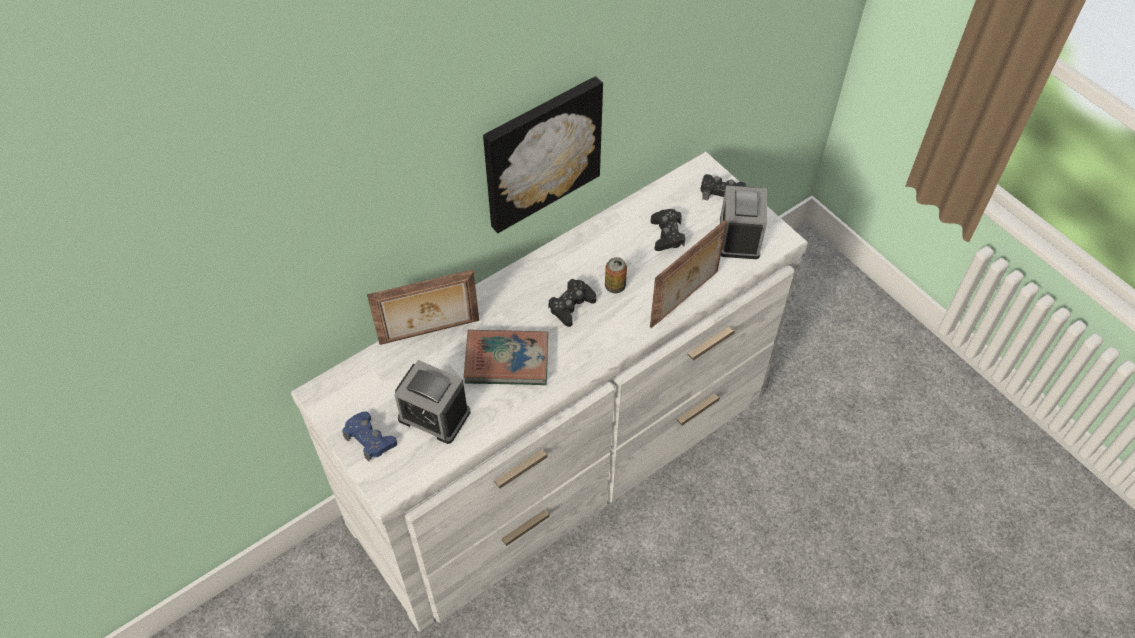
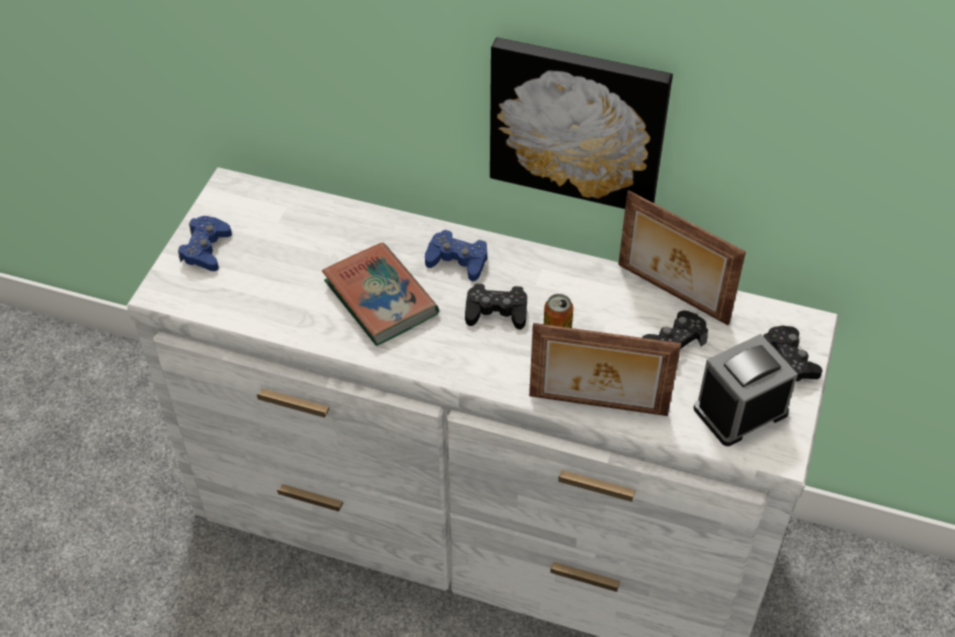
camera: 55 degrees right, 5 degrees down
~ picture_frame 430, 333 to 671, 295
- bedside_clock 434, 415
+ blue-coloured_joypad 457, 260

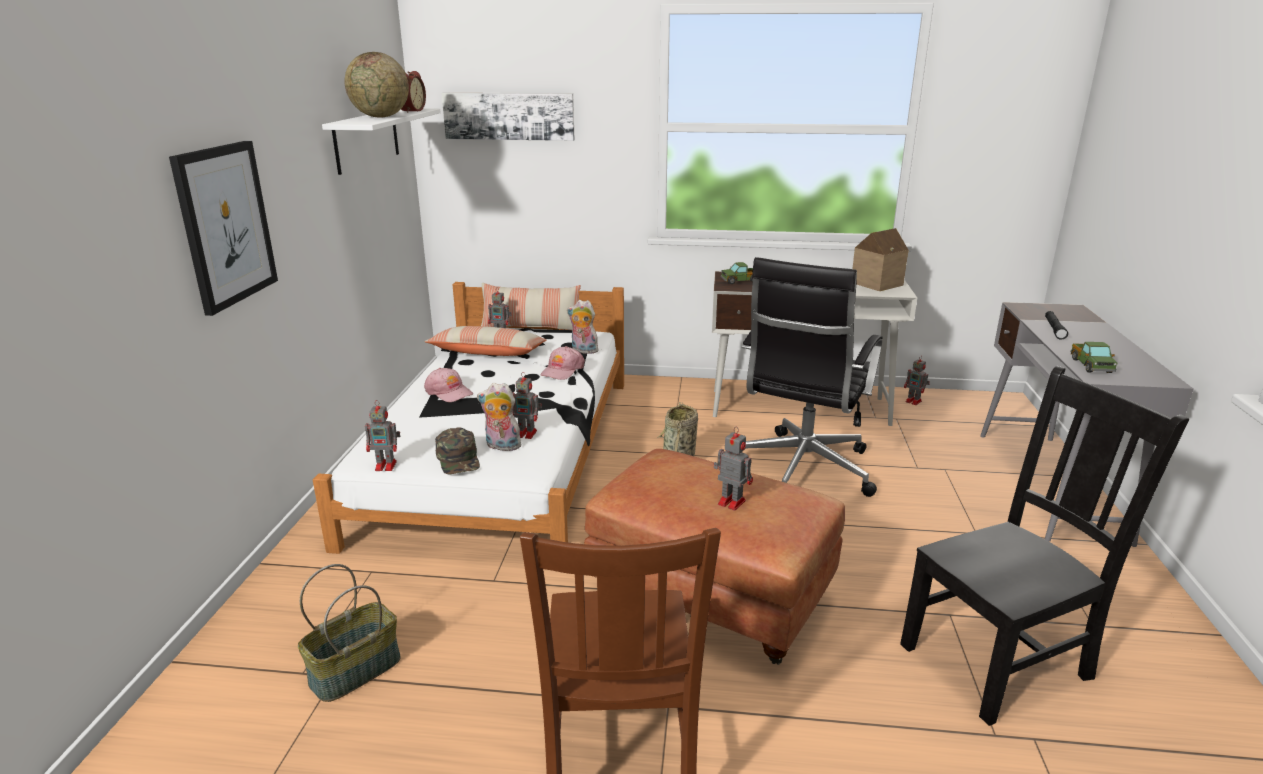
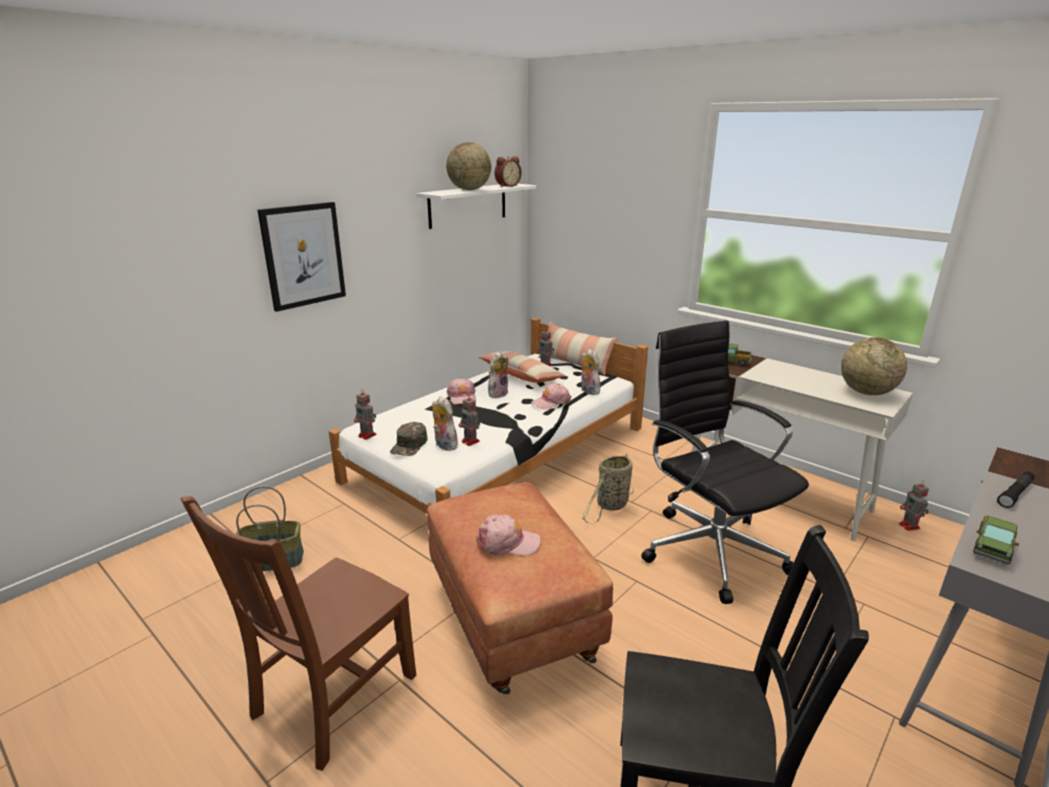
camera: 35 degrees right, 0 degrees up
- wall_art 509, 116
~ model_house 874, 283 to desk_globe 866, 392
~ black_desk_chair 801, 470 = 710, 549 90 degrees clockwise
~ robot_figure 730, 502 to pinkish_baseball_cap 508, 542
+ soft_toy 497, 393

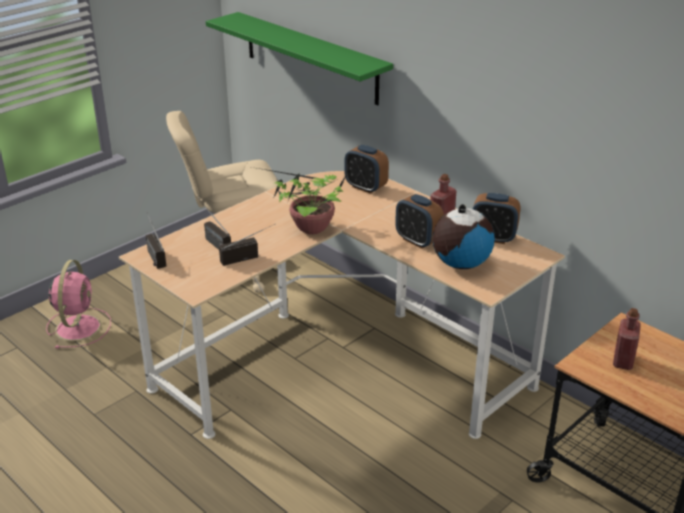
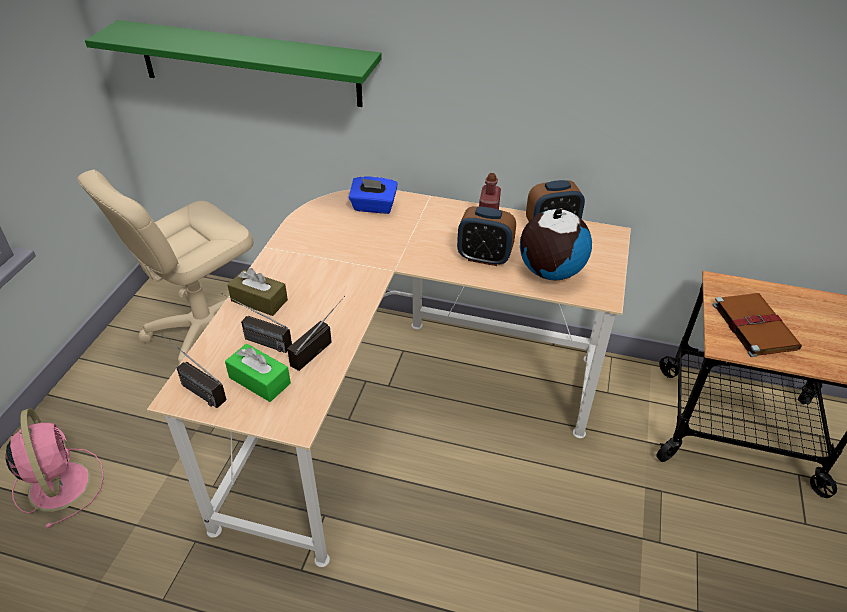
camera: 30 degrees left, 10 degrees up
~ bedside_clock 365, 187 to blue-coloured_tissue_holder 373, 207
- plant_in_a_pot 309, 228
~ red_beverage_bottle 623, 361 to brown-coloured_volume 753, 325
+ brown-coloured_tissue_holder 259, 300
+ greenish_tissue_holder 259, 380

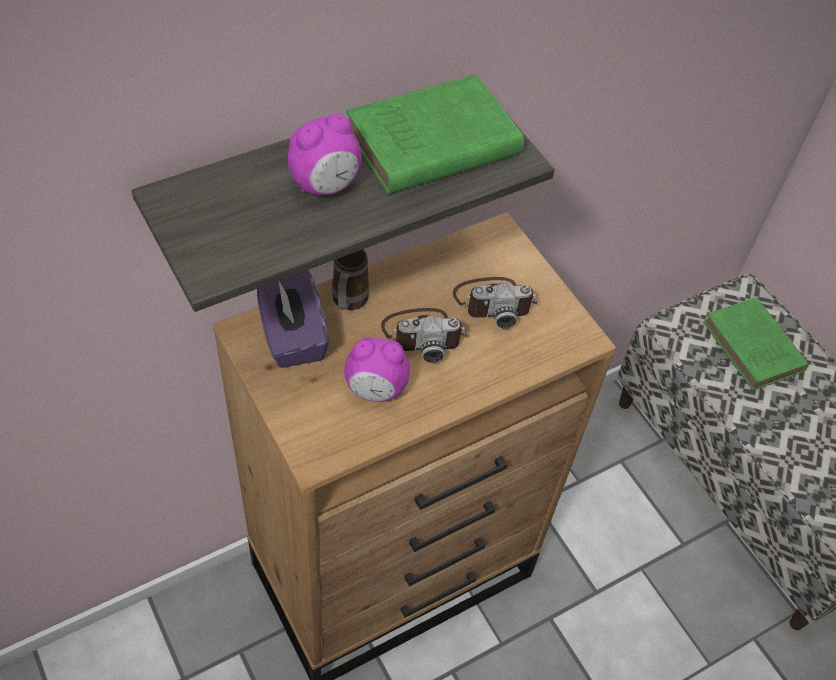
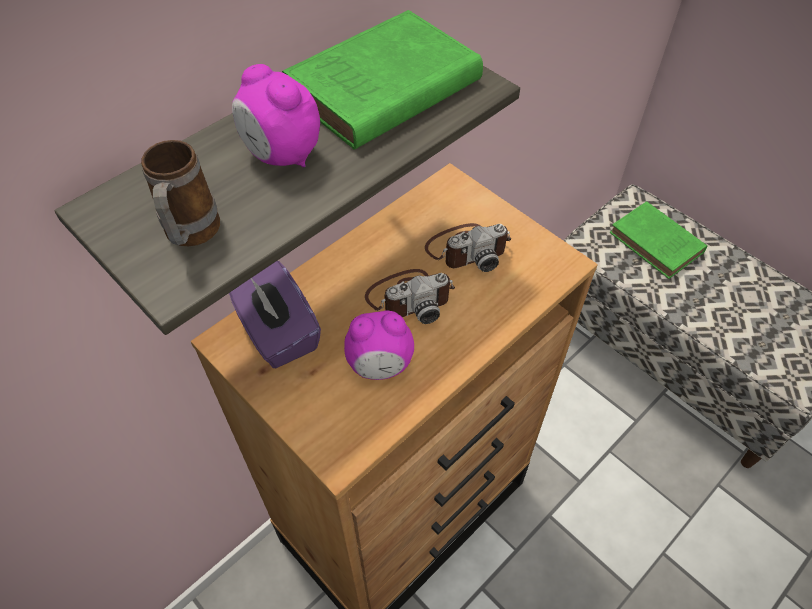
camera: 10 degrees left, 0 degrees up
~ bedside_clock 325, 185 = 282, 155 90 degrees clockwise
~ tea_mug 348, 303 to 191, 236

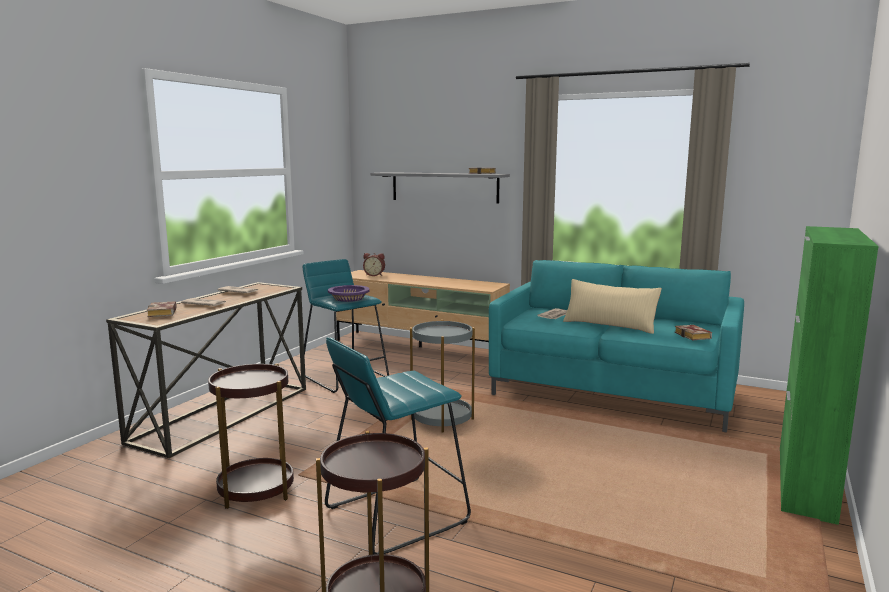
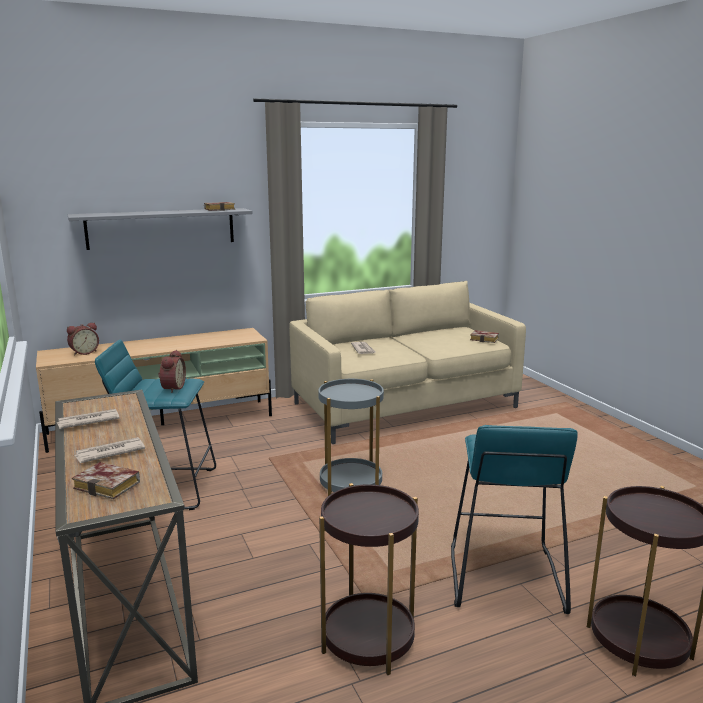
camera: 50 degrees left, 5 degrees up
- greenish_cabinet 805, 483
~ turquoise_sofa 612, 394 to beige-coloured_sofa 404, 407
- beige-coloured_throw_pillow 609, 325
~ purple_deep_dish 348, 298 to bedside_clock 172, 388

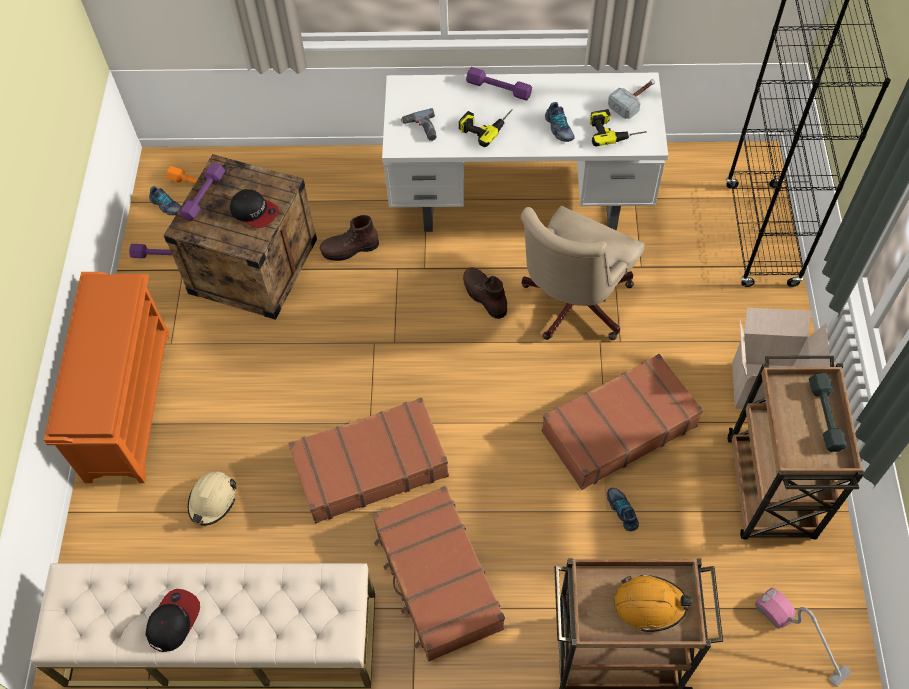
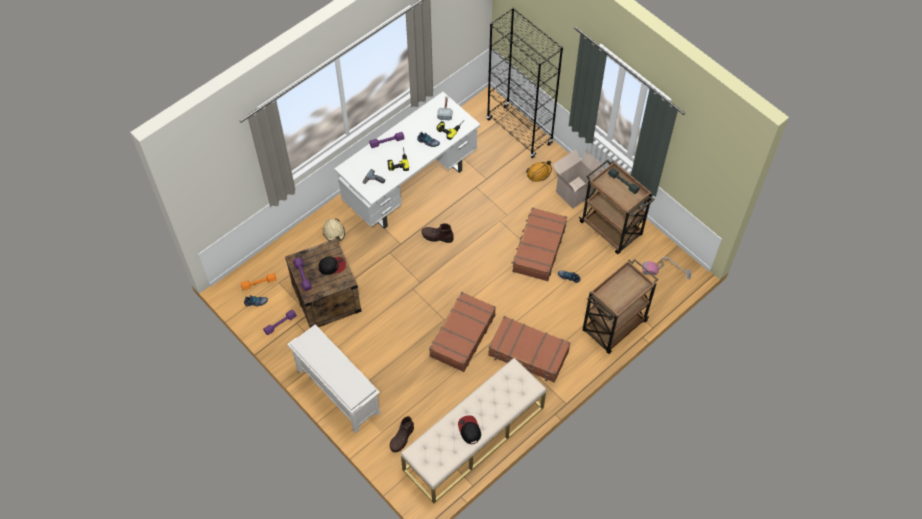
camera: 45 degrees left, 0 degrees up
- beige-coloured_desk_chair 572, 305
~ brown-coloured_high-top_boot 350, 249 to 402, 438
~ orangey_shoe_shelf 127, 403 to white_shoe_shelf 337, 391
~ beige-coloured_hard_hat 212, 500 to 334, 232
~ orangey_hard_hat 649, 604 to 539, 173

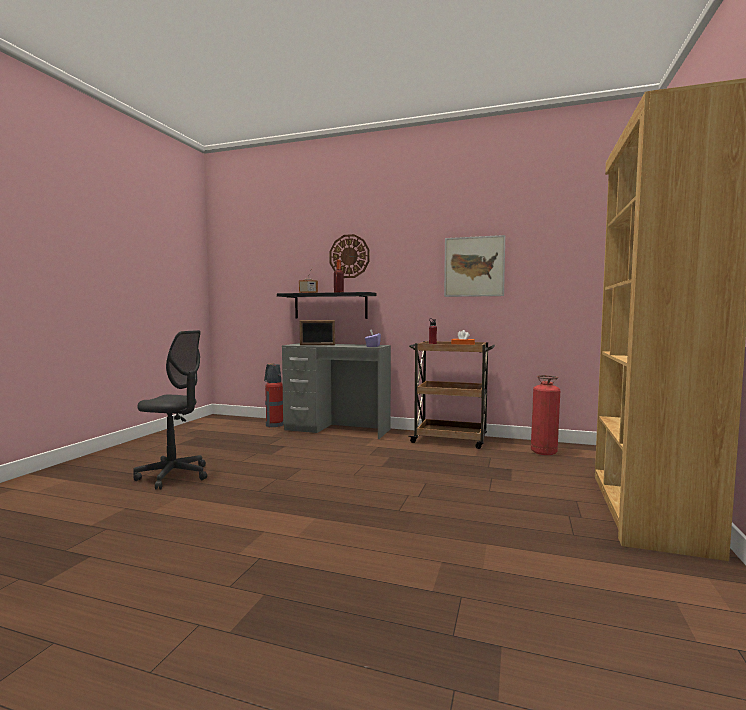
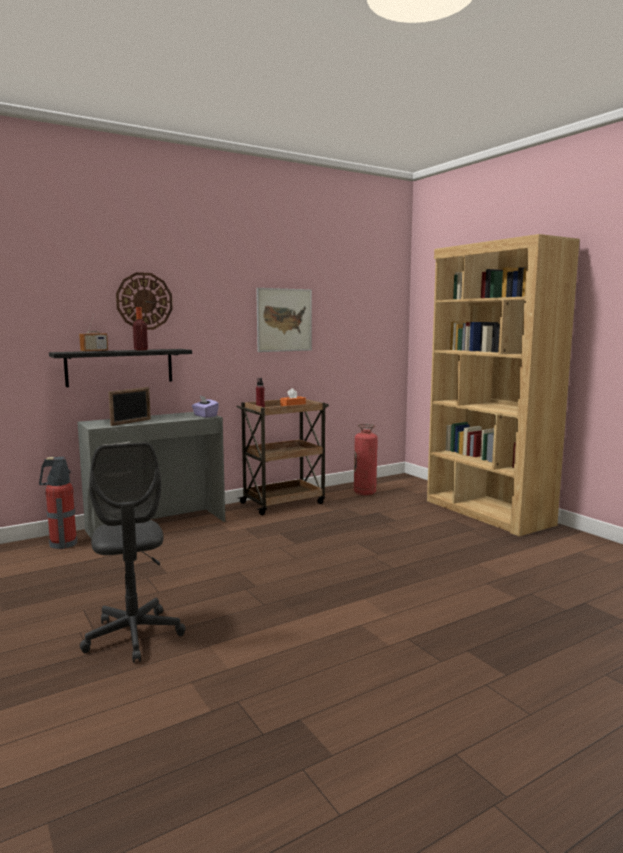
camera: 50 degrees left, 5 degrees up
~ grey_desk_chair 174, 476 = 133, 636 105 degrees clockwise

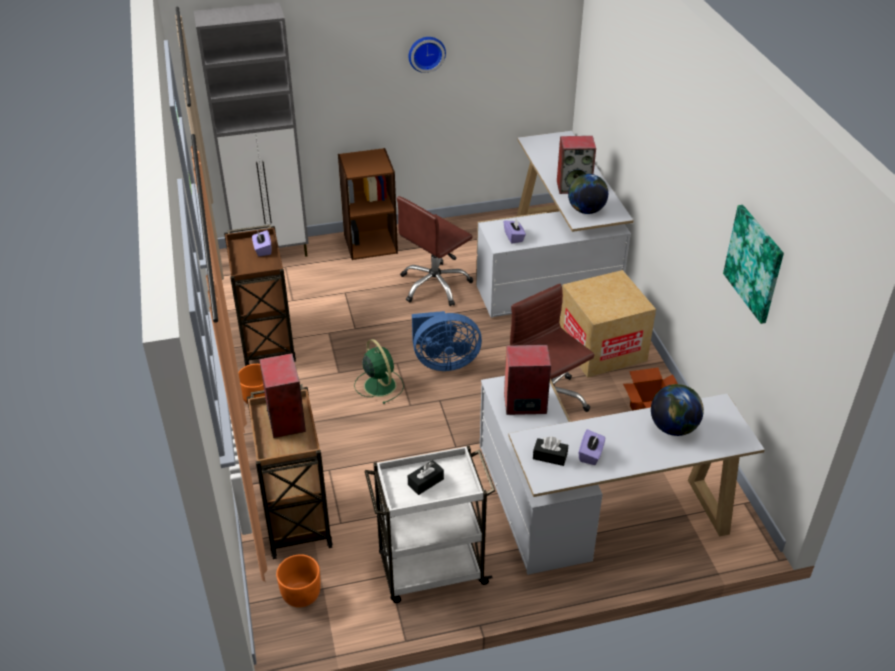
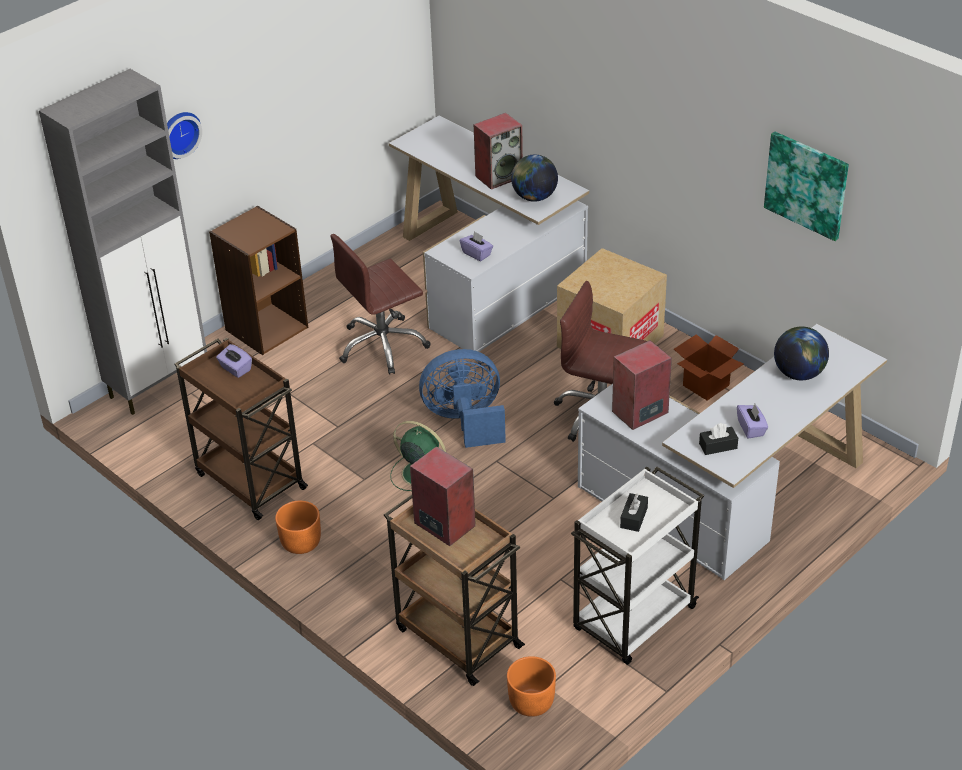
camera: 30 degrees left, 0 degrees up
~ hanging_clock 426, 53 to 178, 134
~ brown-coloured_desk_chair 435, 285 = 382, 346 45 degrees clockwise
~ blue-coloured_fan 443, 362 = 465, 421 150 degrees counterclockwise

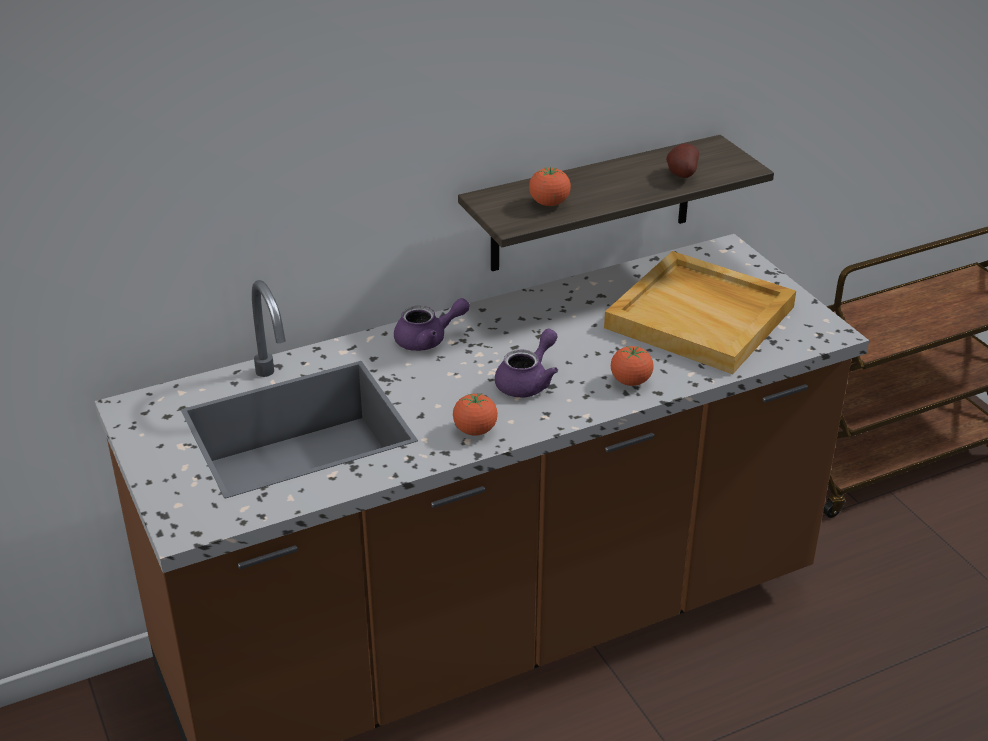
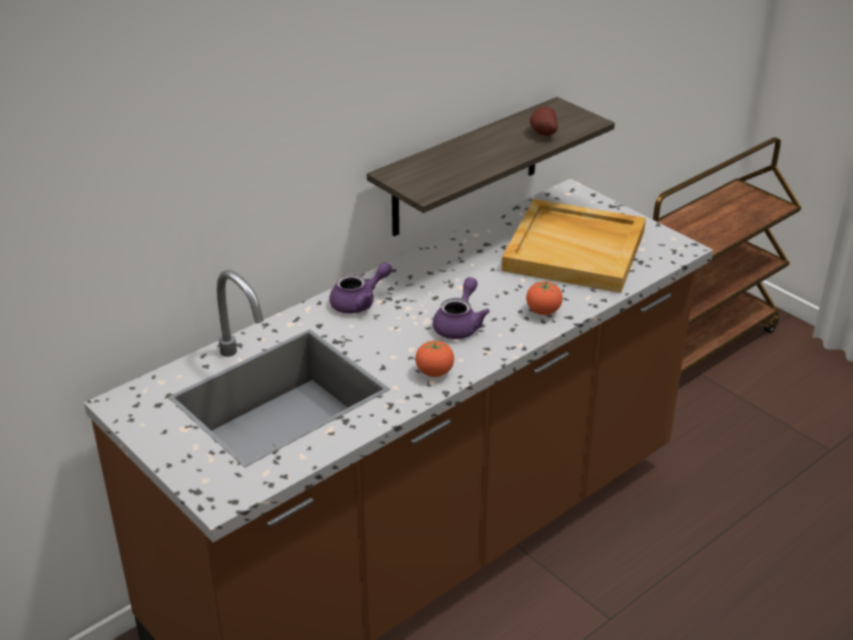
camera: 15 degrees left, 0 degrees up
- tomato 549, 203

